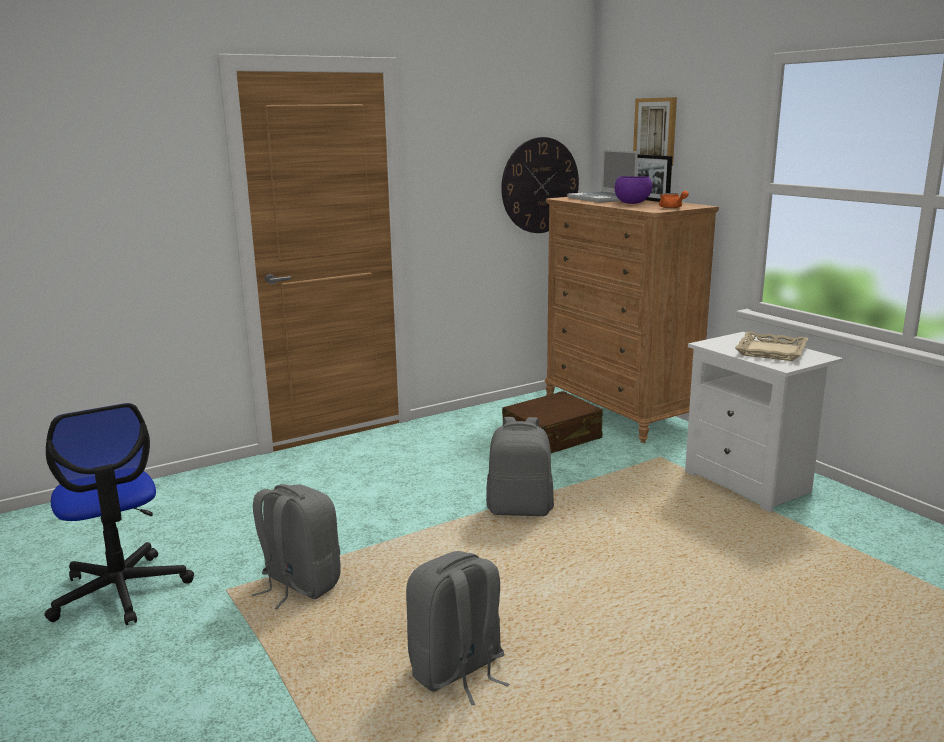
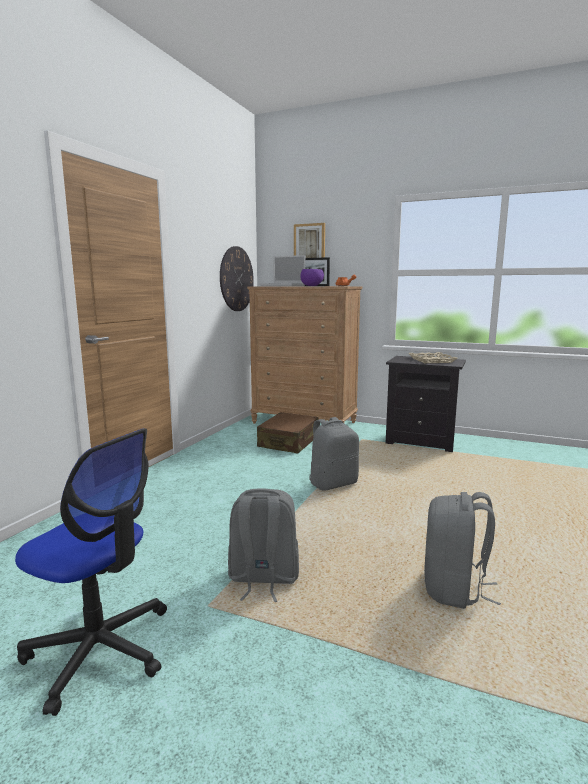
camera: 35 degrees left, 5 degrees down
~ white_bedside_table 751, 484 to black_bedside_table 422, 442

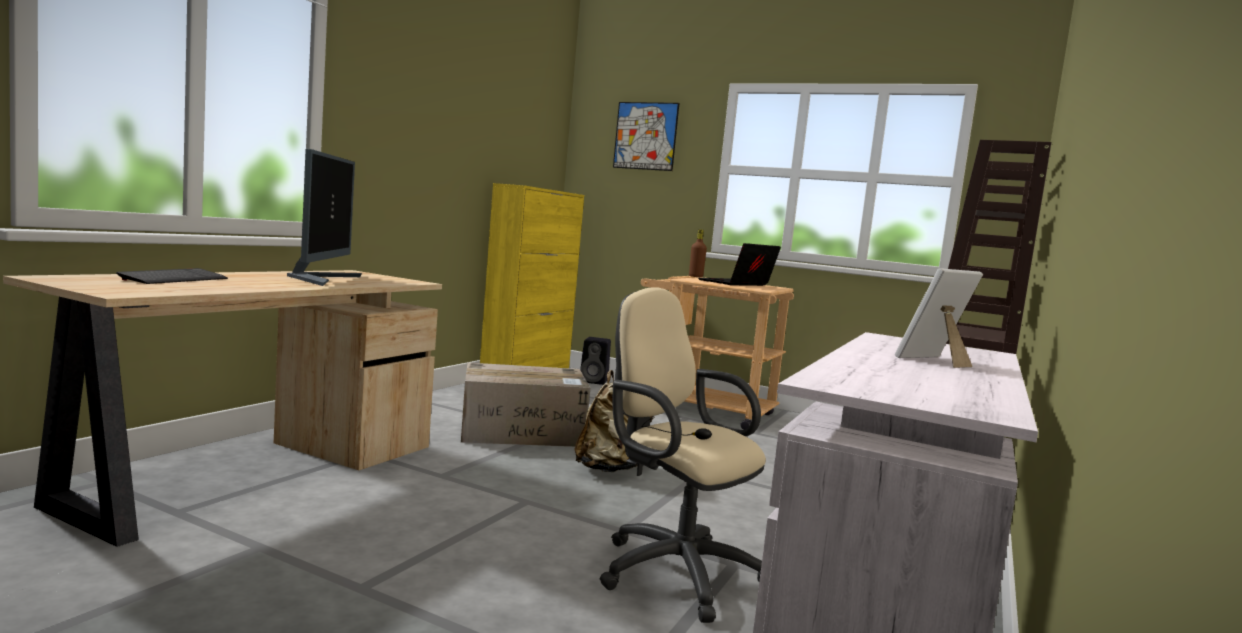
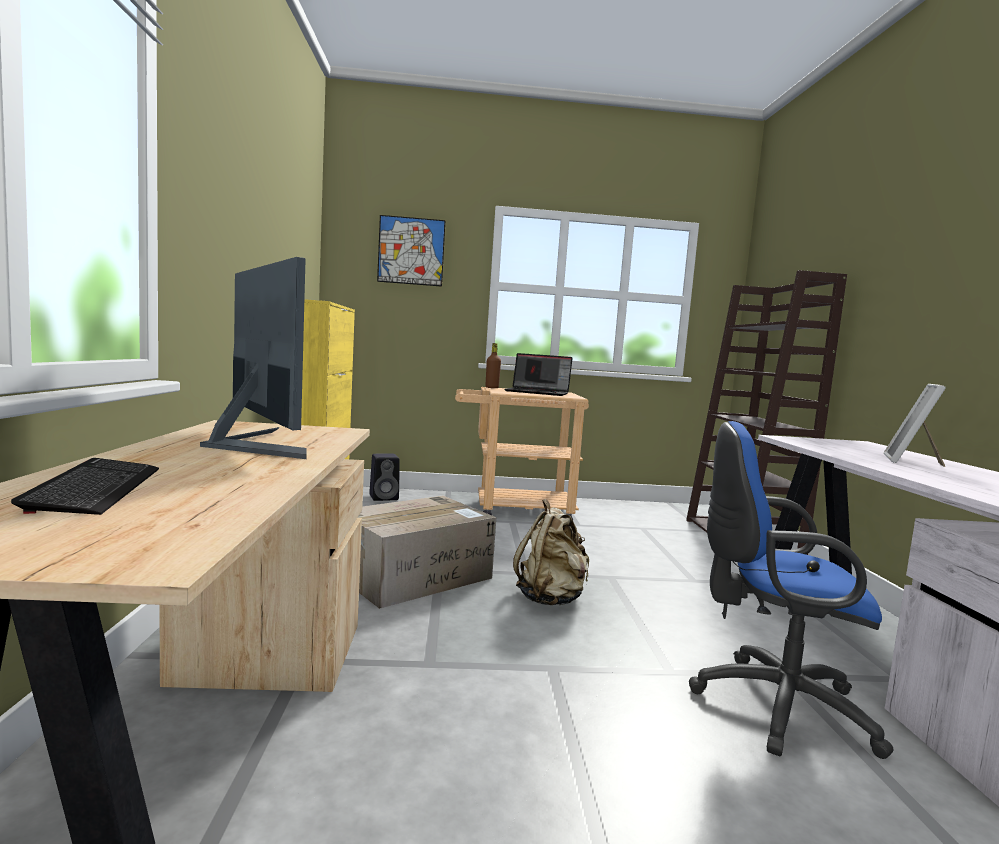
camera: 30 degrees left, 0 degrees up
~ portable_computer 737, 284 = 538, 392 90 degrees counterclockwise
~ beige-coloured_desk_chair 672, 570 to blue-coloured_desk_chair 771, 705

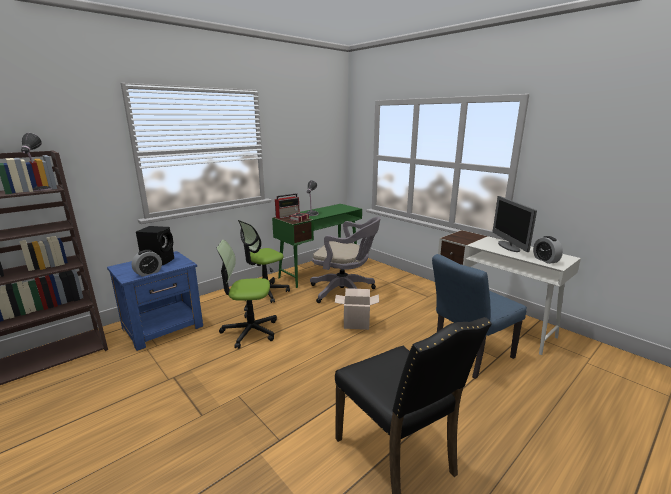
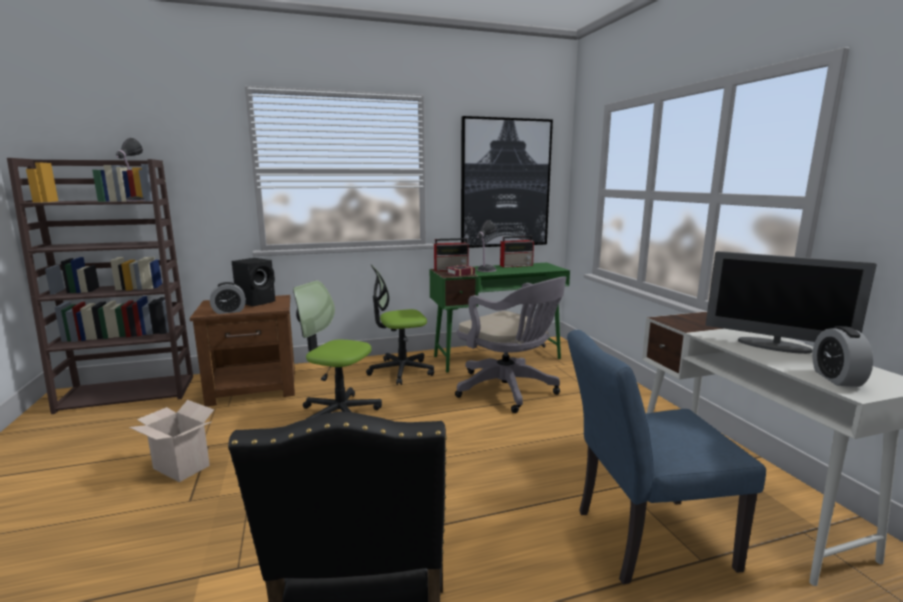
camera: 25 degrees right, 5 degrees down
~ monitor 509, 246 = 774, 346 75 degrees counterclockwise
~ blue-coloured_bedside_table 164, 327 to brown-coloured_bedside_table 254, 388
~ packing_box 355, 324 to 179, 467
+ wall_art 505, 184
+ radio_receiver 517, 265

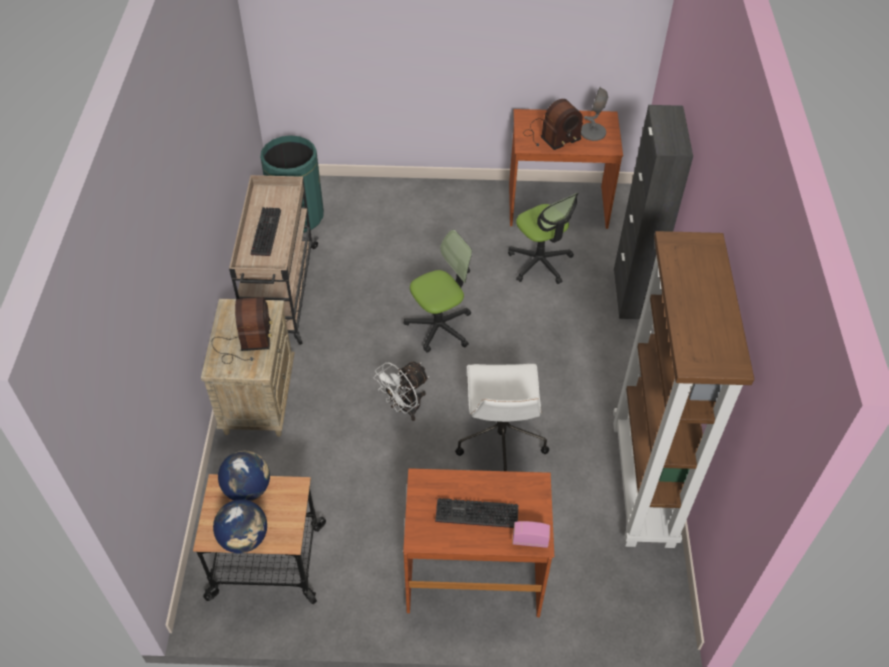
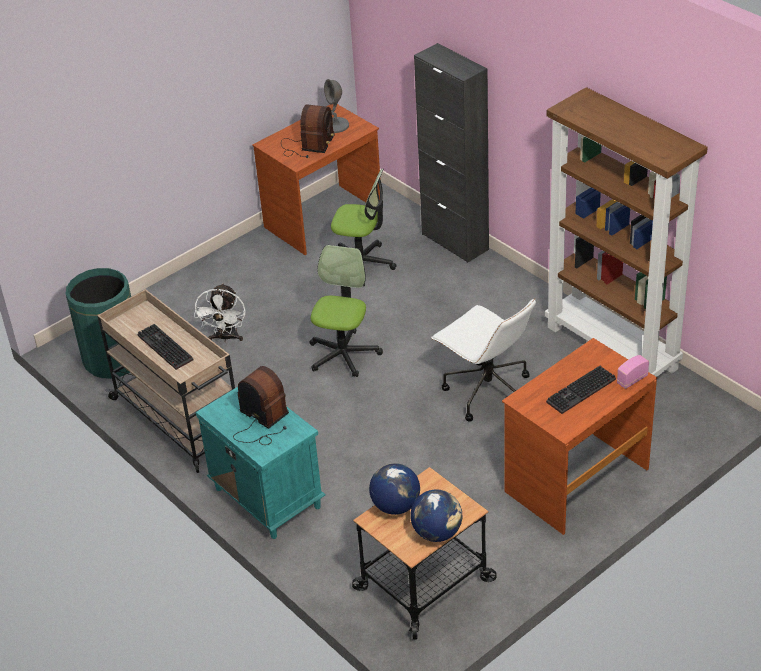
camera: 40 degrees left, 10 degrees down
~ beige-coloured_bedside_table 258, 398 to turquoise_bedside_table 266, 497
~ white_fan 404, 408 to 226, 338

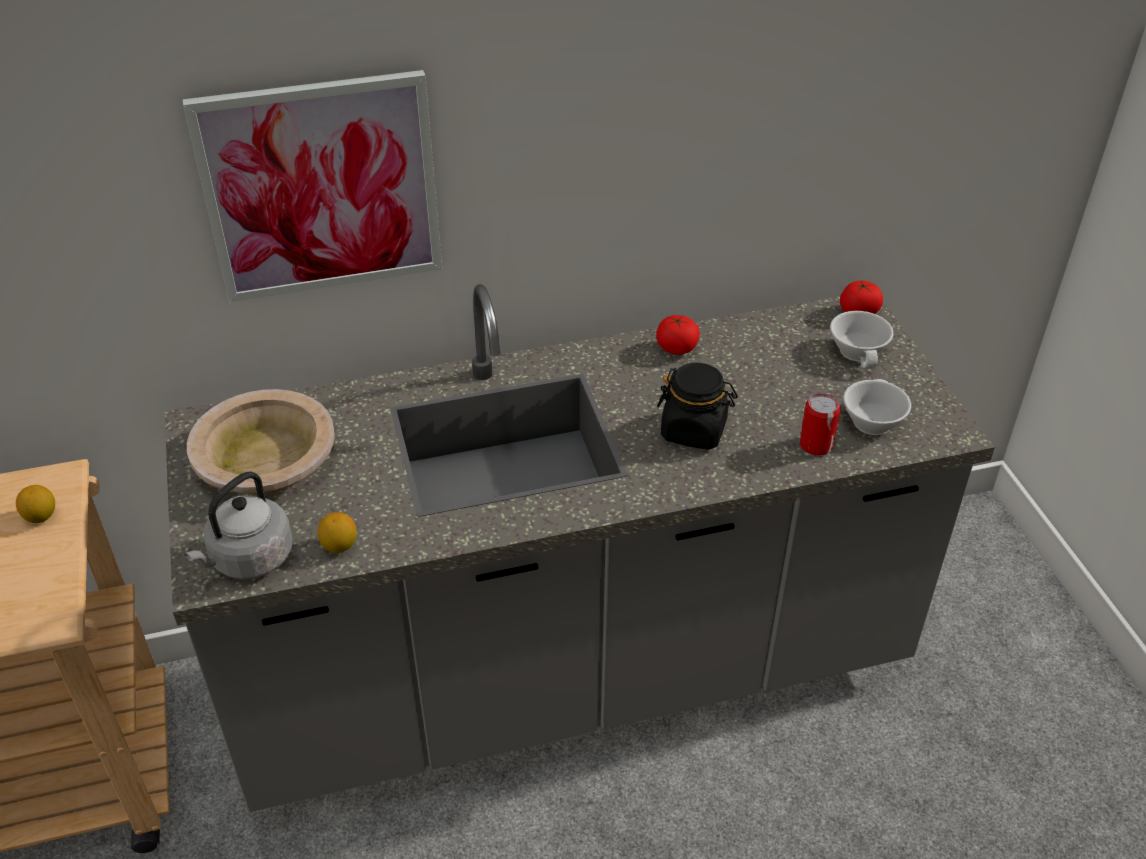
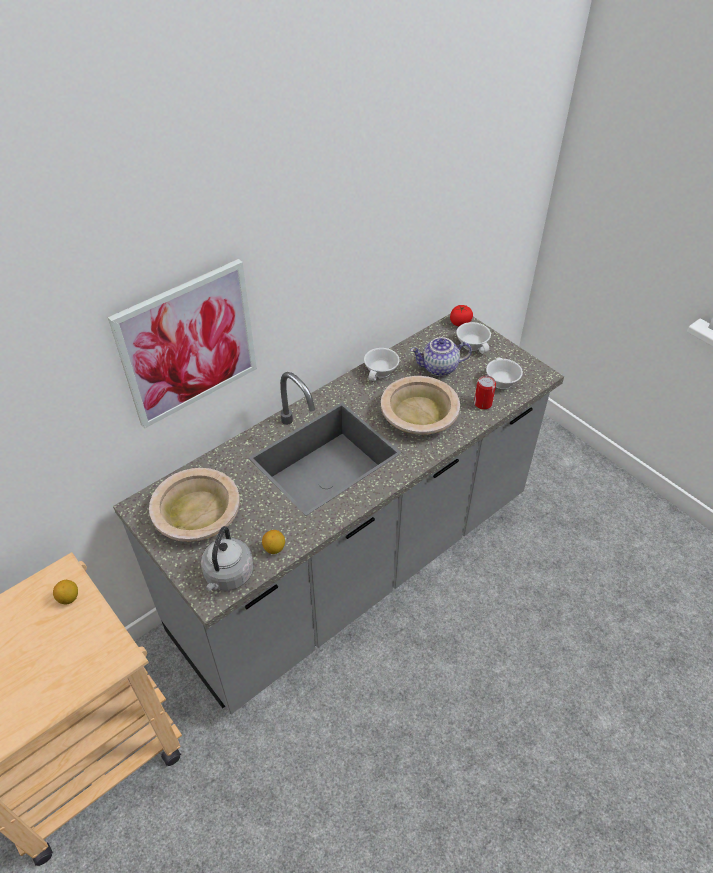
camera: 25 degrees left, 5 degrees up
~ tomato 676, 348 to white_cup 381, 372
~ black_jar 694, 430 to beige-coloured_deep_dish 419, 415
+ pot_for_tea 439, 368

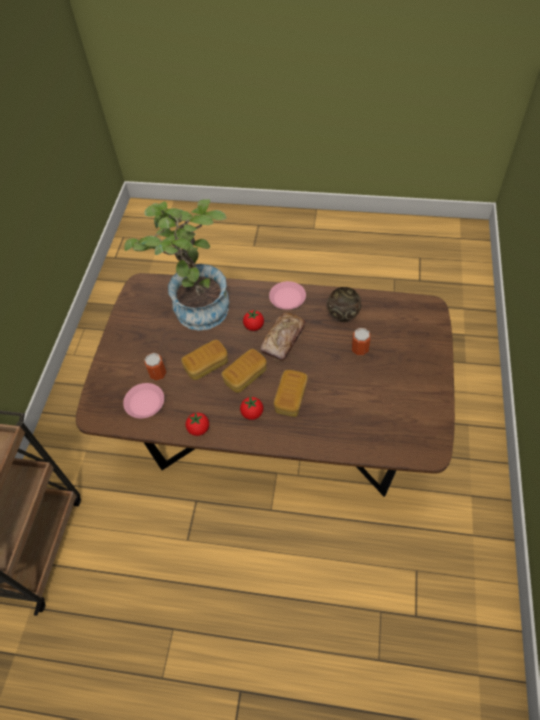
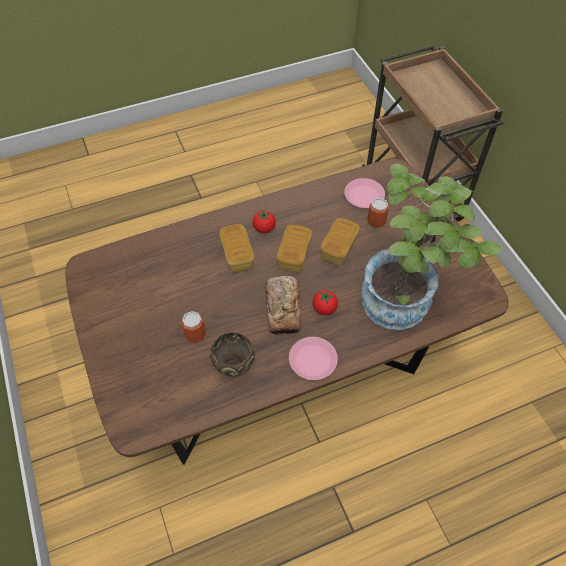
camera: 145 degrees right, 0 degrees up
- tomato 198, 429

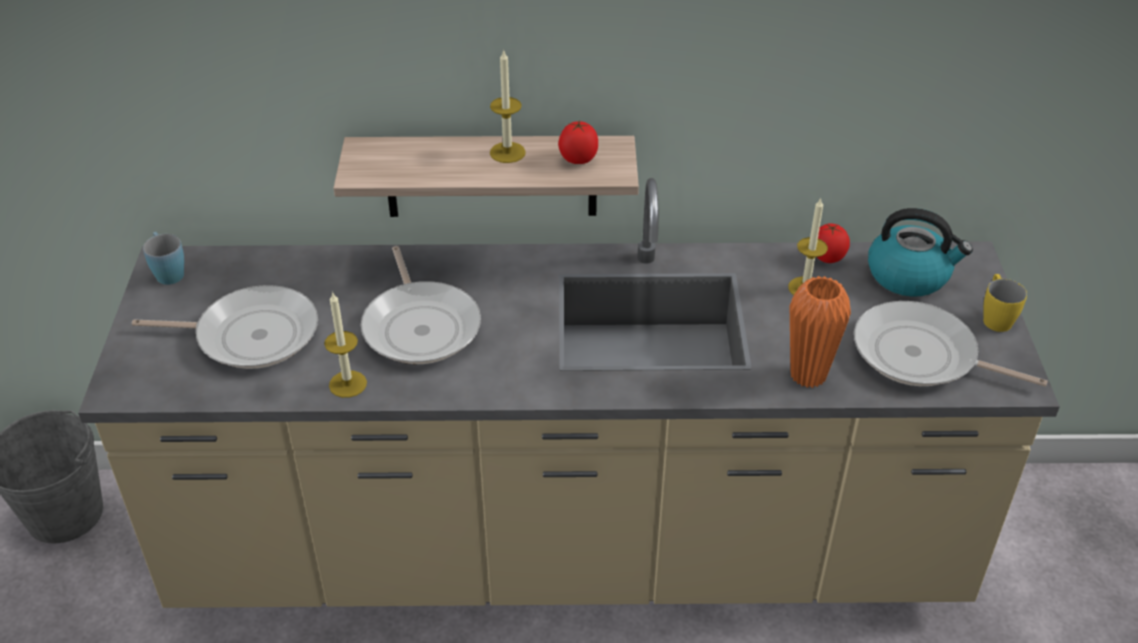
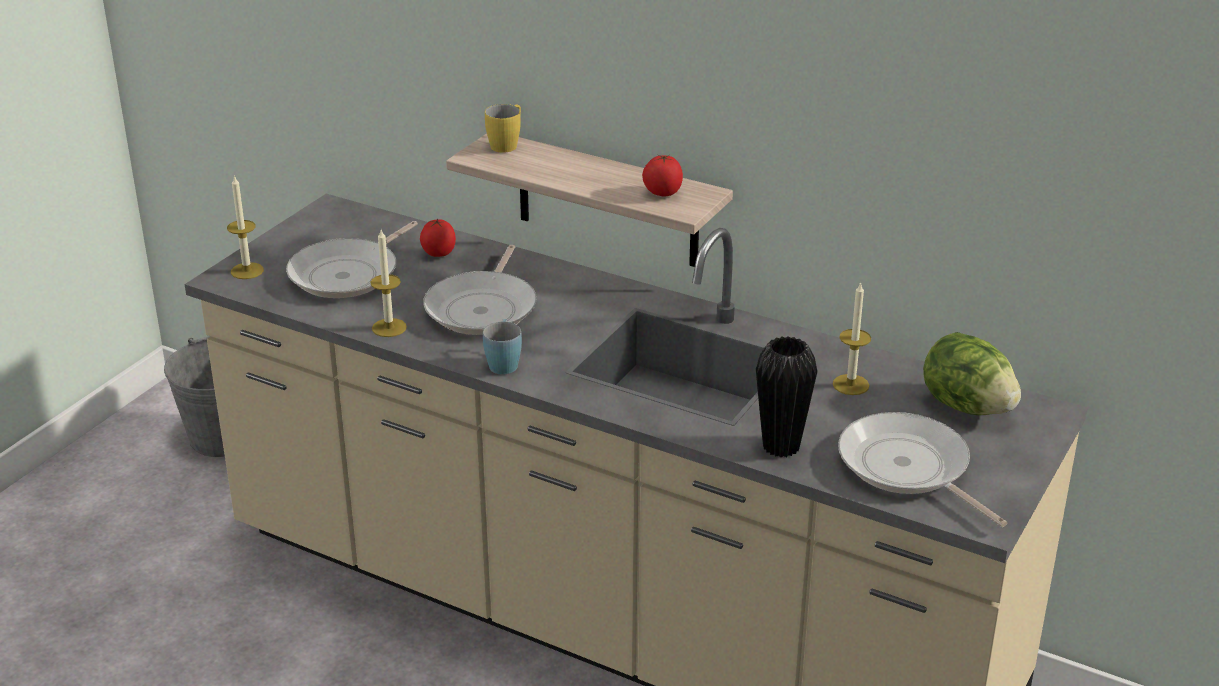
camera: 30 degrees right, 10 degrees down
~ candle 507, 152 to 247, 271
~ kettle 909, 275 to head_of_lettuce 967, 407
~ tomato 827, 258 to 438, 254
~ blue-coloured_tea_mug 168, 272 to 503, 362
~ yellow_tea_mug 995, 317 to 507, 144
~ orangey_vase 808, 375 to black_vase 781, 446
~ frying_pan 250, 335 = 348, 274 90 degrees clockwise

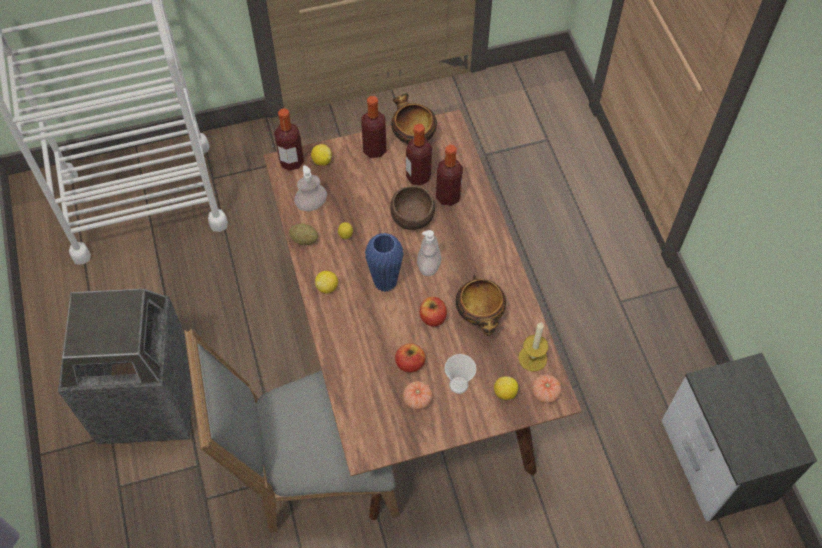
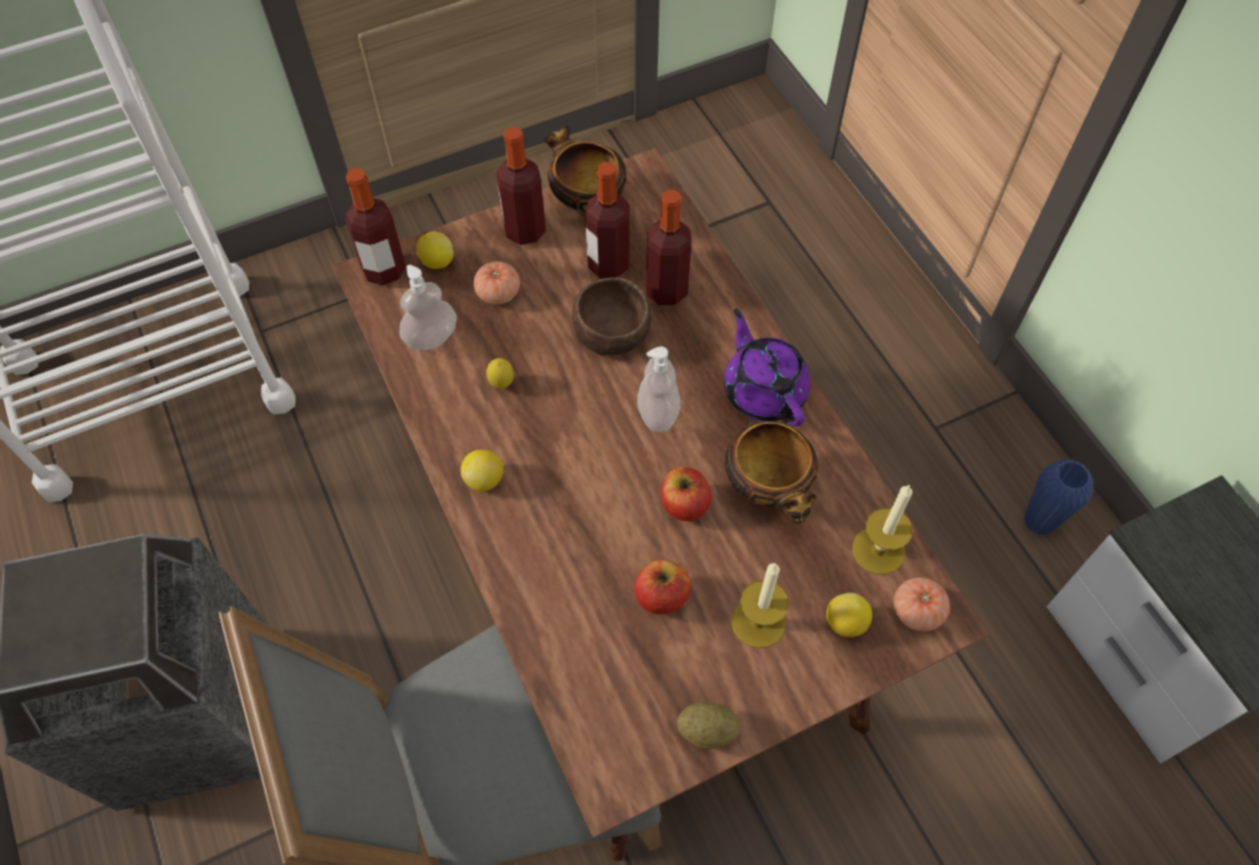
camera: 10 degrees left, 0 degrees up
~ whole_potato 304, 240 to 707, 731
~ blue-coloured_vase 385, 282 to 1038, 522
~ cup 458, 385 to candle 758, 622
~ tomato 417, 399 to 498, 293
+ purple_pot_for_tea 764, 390

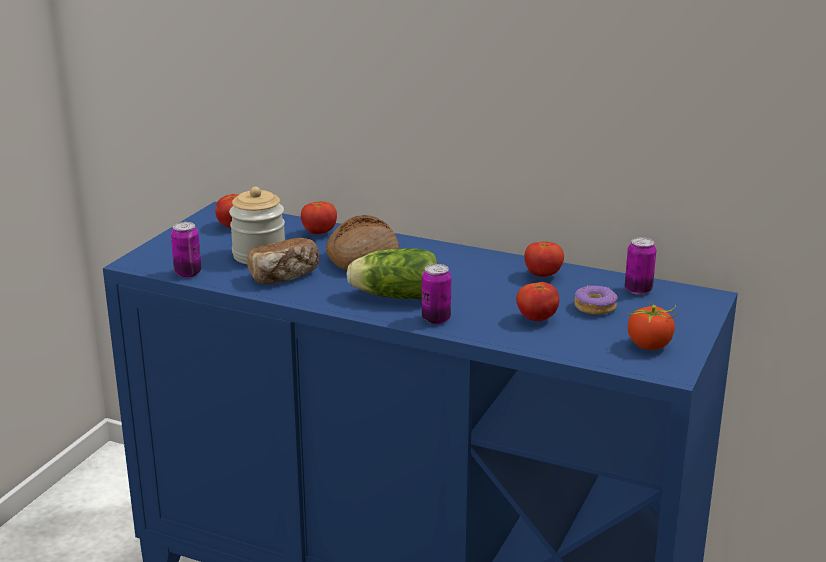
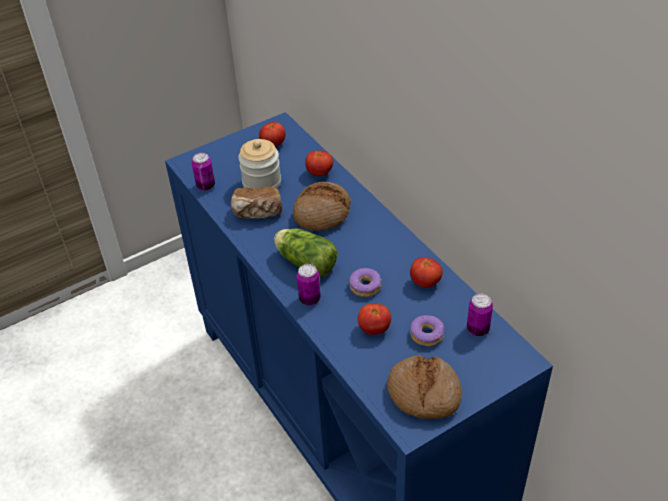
camera: 35 degrees right, 20 degrees up
~ tomato 649, 345 to baked_bread 423, 394
+ donut 365, 287

